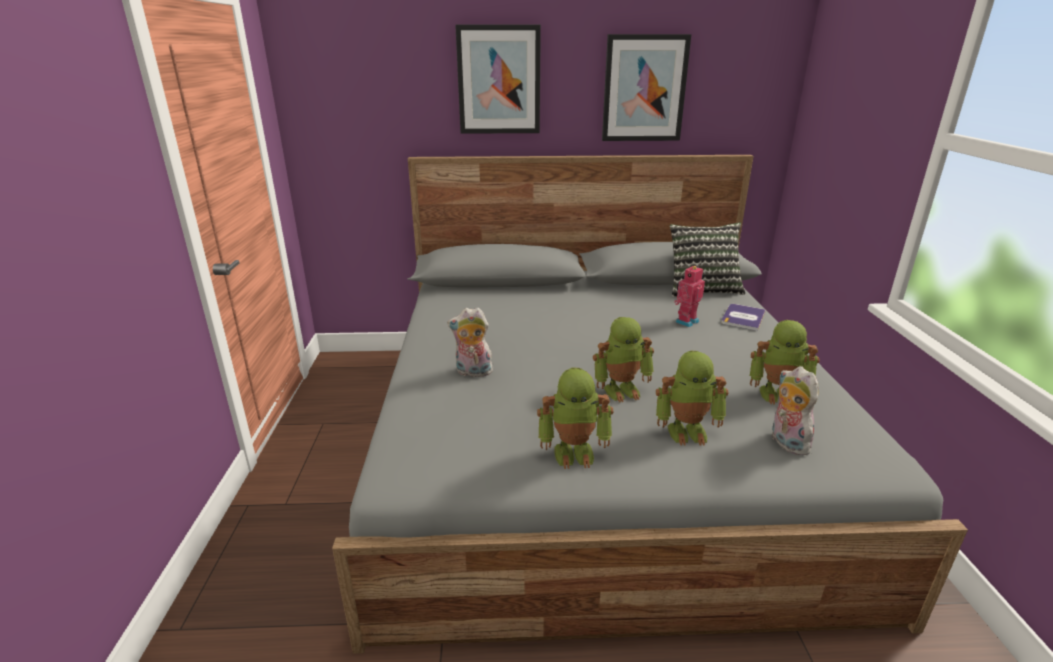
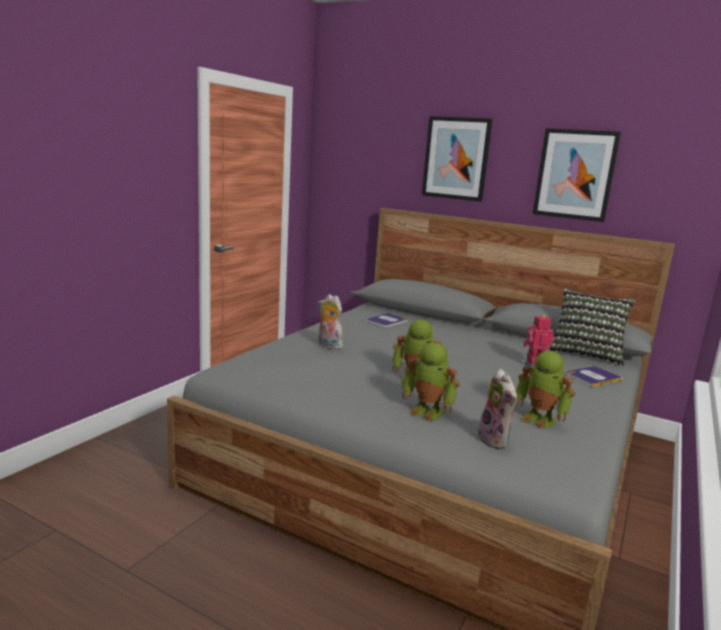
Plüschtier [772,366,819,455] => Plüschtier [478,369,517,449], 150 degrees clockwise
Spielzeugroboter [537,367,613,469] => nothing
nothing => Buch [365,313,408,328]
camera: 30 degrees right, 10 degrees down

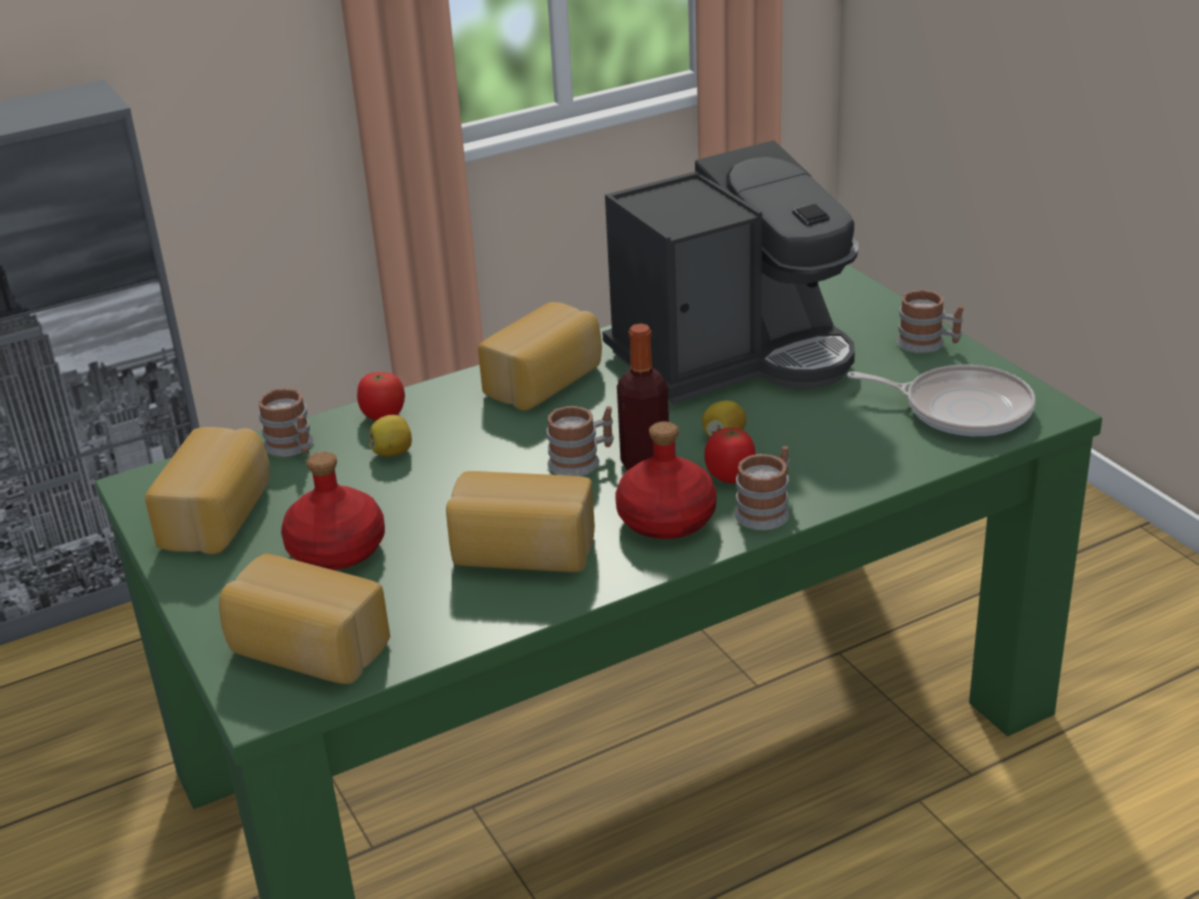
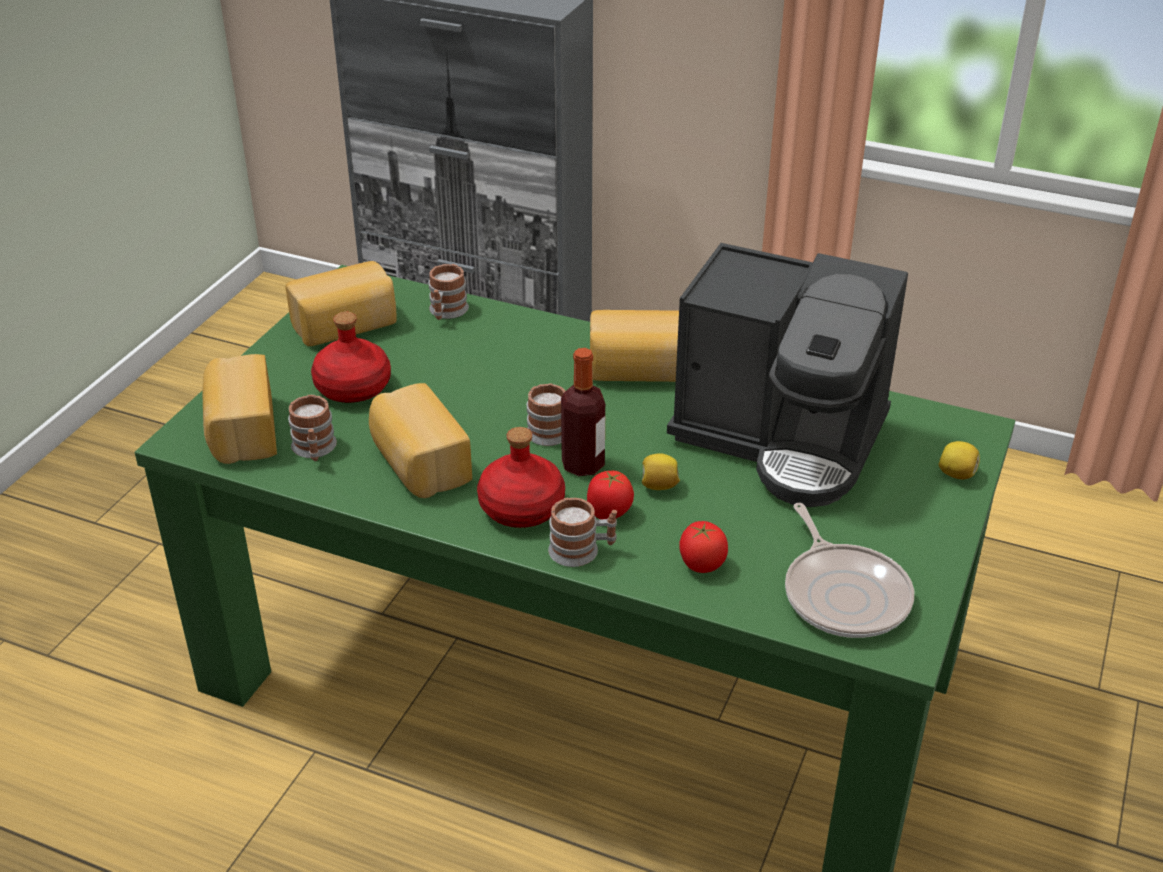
Henkelbecher [896,289,964,354] => Henkelbecher [288,395,337,461], moved
Tomate [357,372,405,420] => Tomate [679,521,728,573], moved
Zitrone [369,415,412,457] => Zitrone [938,441,980,479], moved
camera: 50 degrees right, 5 degrees up

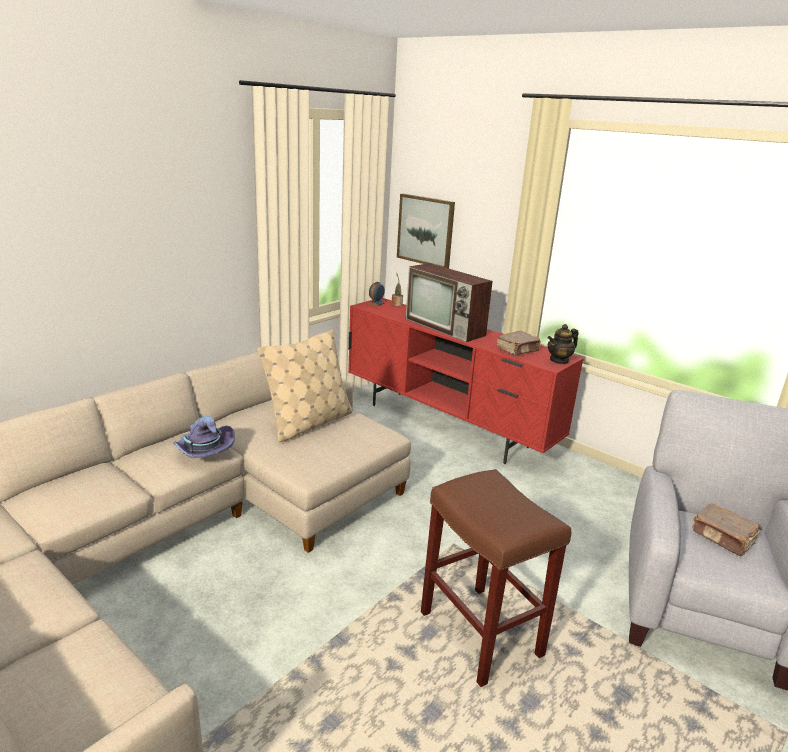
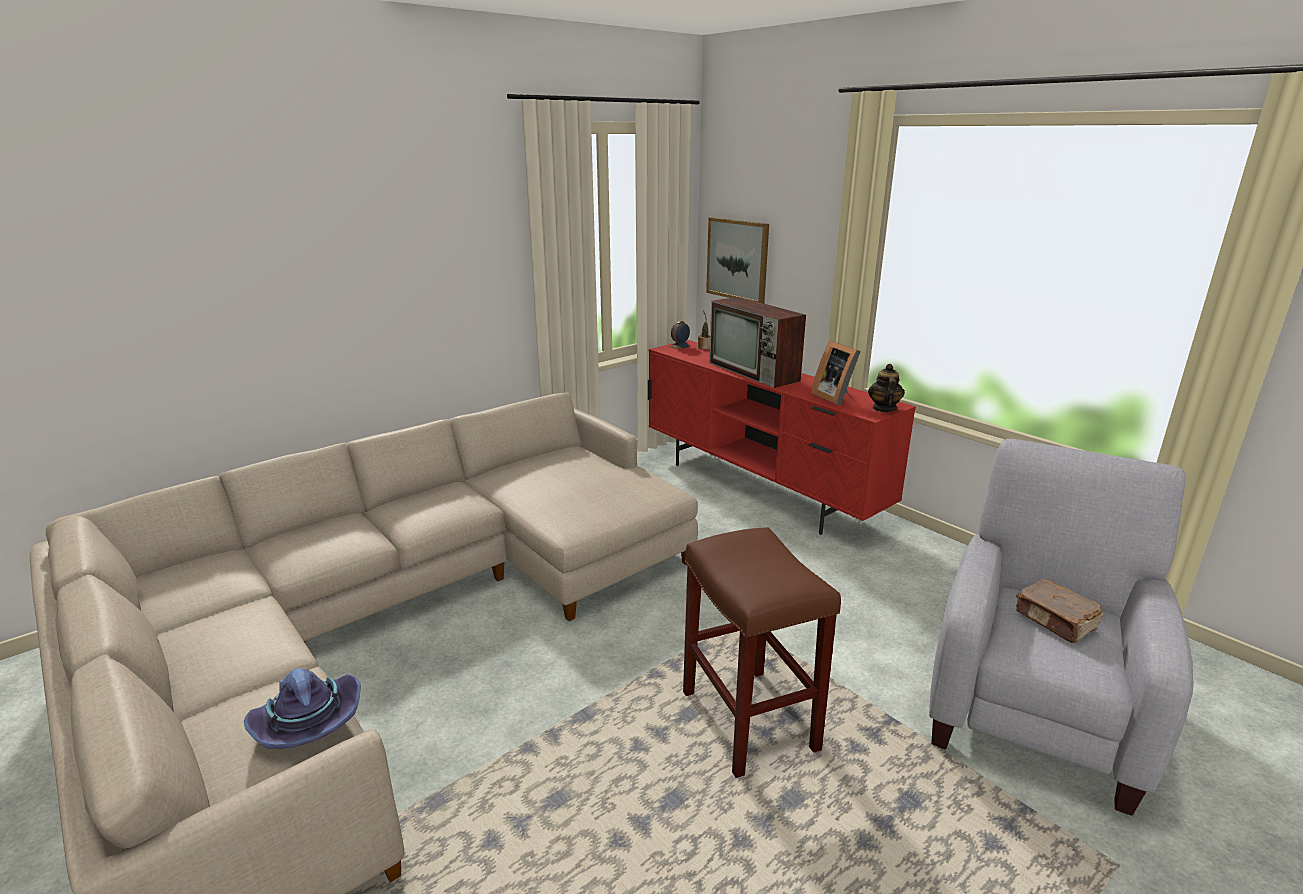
Teekanne [548,324,579,364] => Teekanne [868,364,905,412], 120 degrees clockwise
Kissen [beige] [258,330,352,442] => nothing
Buch [braun] [497,331,540,355] => Bilderrahmen [811,341,861,405]
Hut [lila] [173,416,235,458] => Hut [lila] [244,668,361,749], moved
camera: 10 degrees right, 0 degrees up

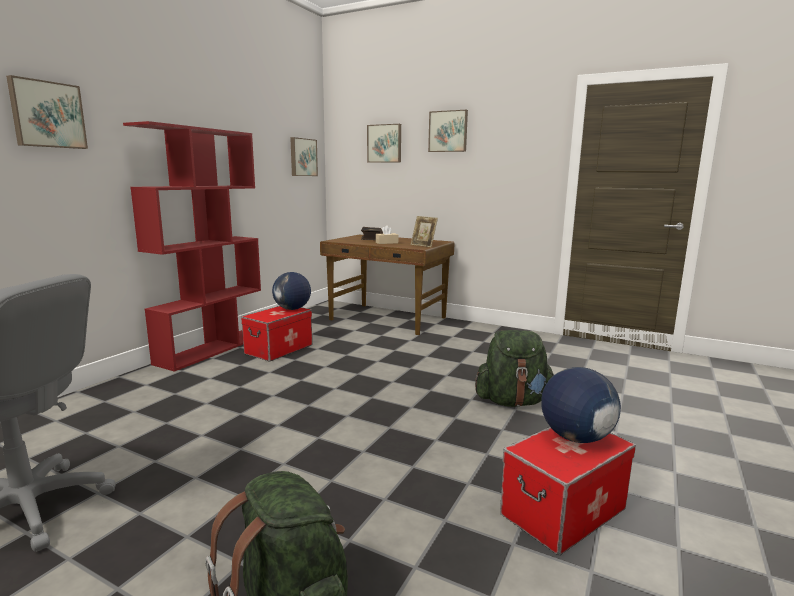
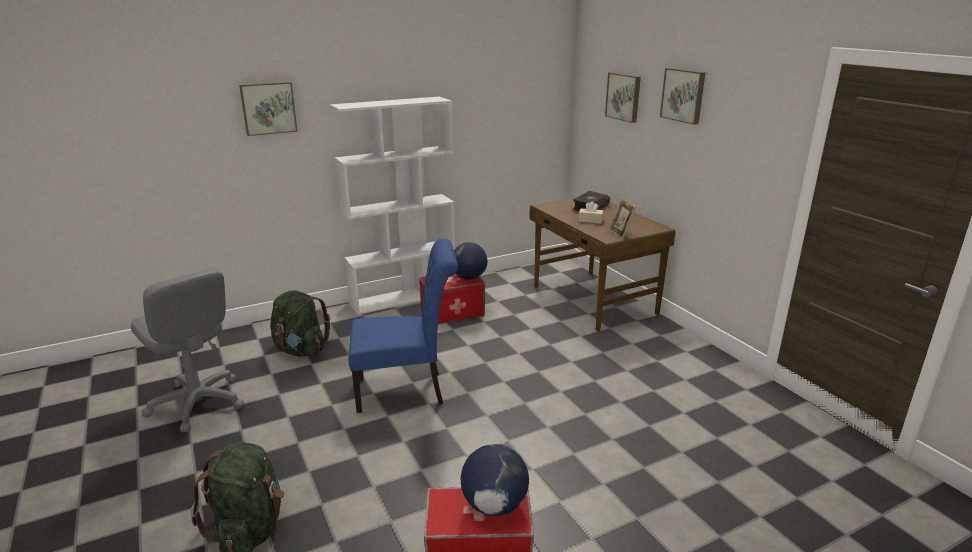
Bücherregal [rot] [123,121,261,372] => Bücherregal [weiß] [330,97,455,315]
Bild [290,137,318,176] => nothing
Rucksack [grün] [475,330,554,407] => Rucksack [grün] [270,291,330,357], moved
nothing => Stuhl [blau] [348,238,458,413]
camera: 35 degrees right, 10 degrees up

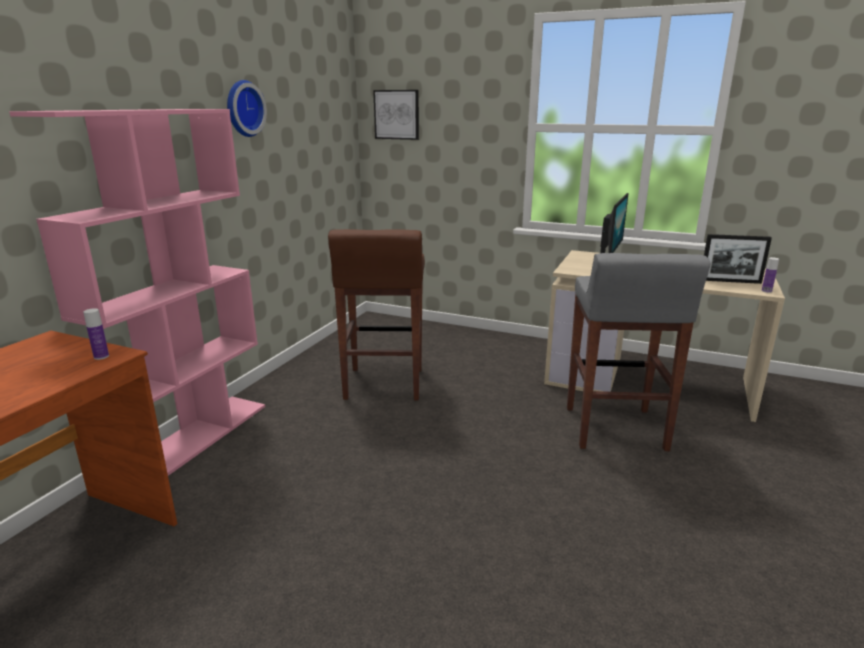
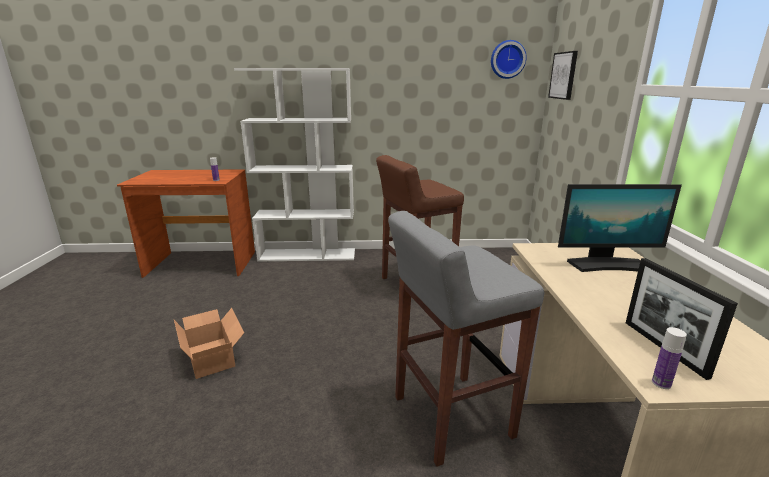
Wanduhr [227,80,267,137] => Wanduhr [491,40,526,79], moved
Bücherregal [rosa] [9,109,265,476] => Bücherregal [weiß] [234,68,355,262]
nothing => Karton [174,308,244,379]
camera: 65 degrees right, 0 degrees up

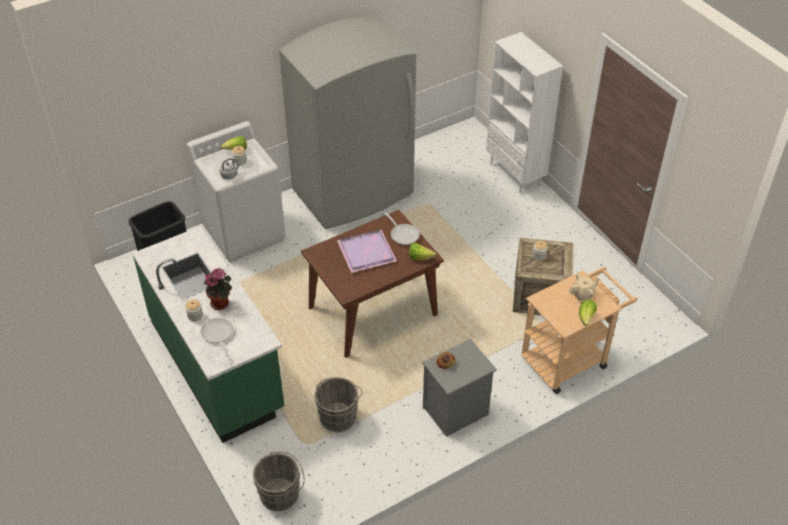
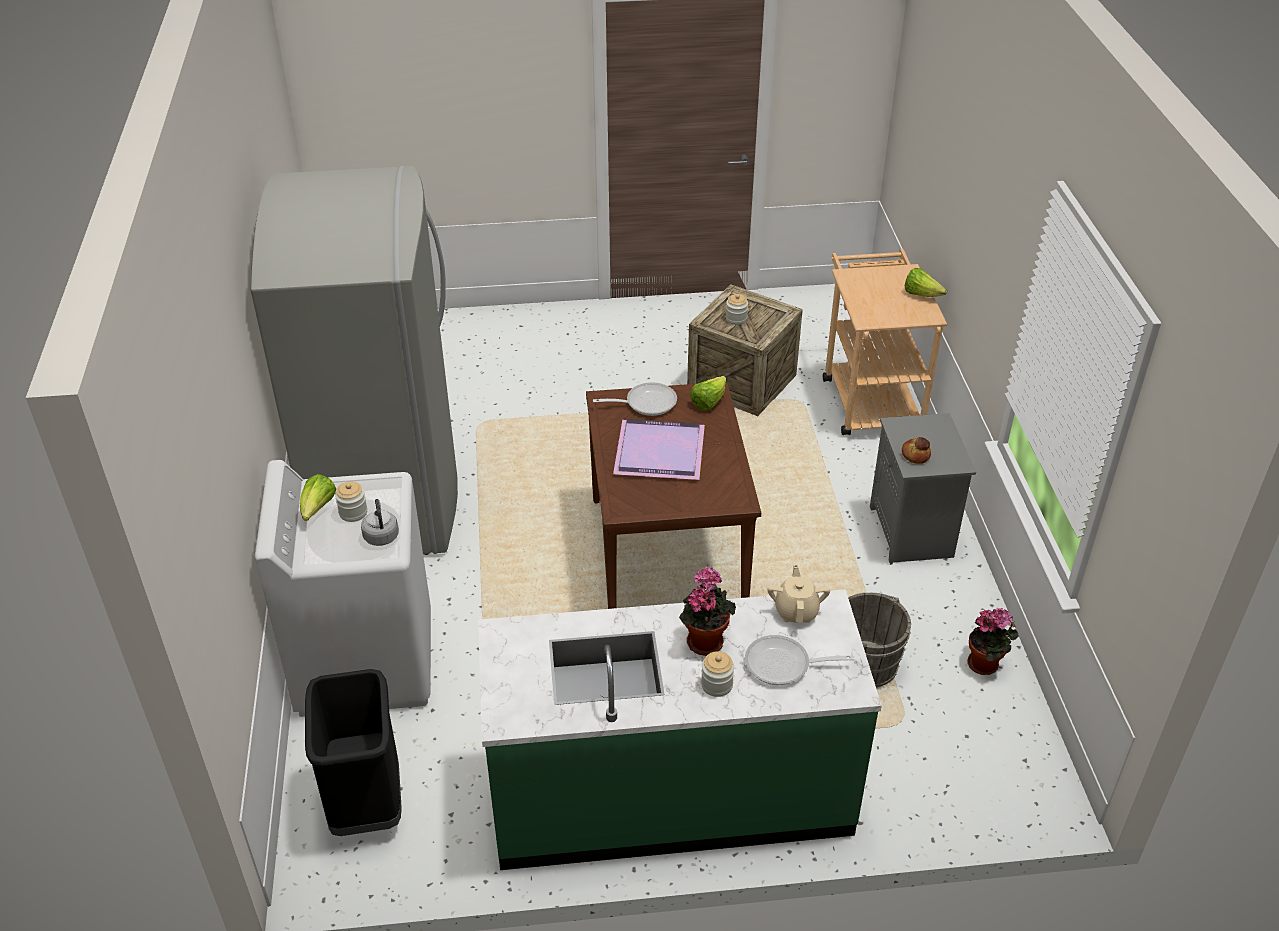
Bücherregal [weiß] [486,32,563,193] => nothing
Teekanne [beige] [569,273,600,301] => Teekanne [beige] [768,565,830,623], moved
Eimer [grau] [253,452,305,511] => nothing
nothing => Topfpflanze [968,608,1019,675]
camera: 65 degrees left, 5 degrees down

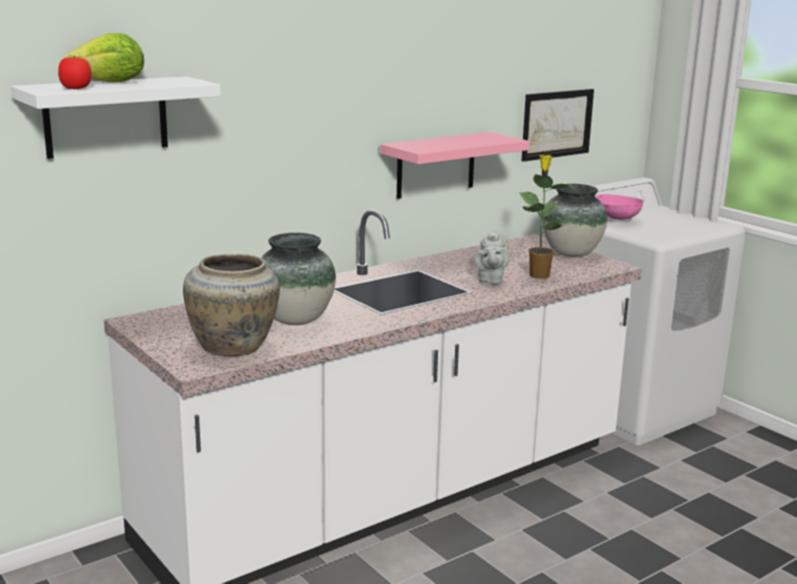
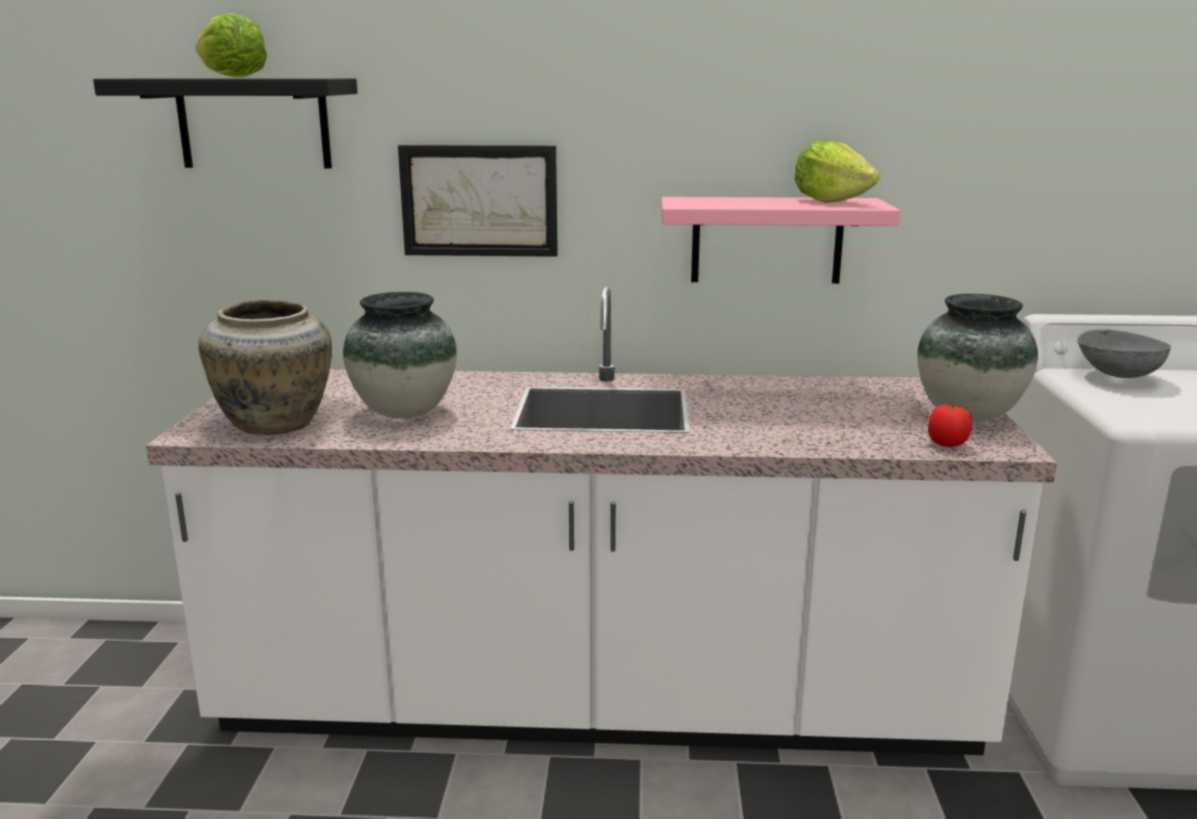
Tomate [58,56,92,89] => Tomate [928,404,972,447], moved
Wandregal [weiß] [11,76,221,159] => Wandregal [schwarz] [93,78,358,168]
Bild [522,89,594,162] => Bild [398,145,558,257], moved
Topfpflanze [519,155,575,279] => nothing
Schüssel [rosa] [595,194,643,220] => Schüssel [grau] [1076,329,1171,378]
Teekanne [grau] [474,231,510,285] => nothing
nothing => Salatkopf [794,140,880,203]
camera: 40 degrees right, 0 degrees up

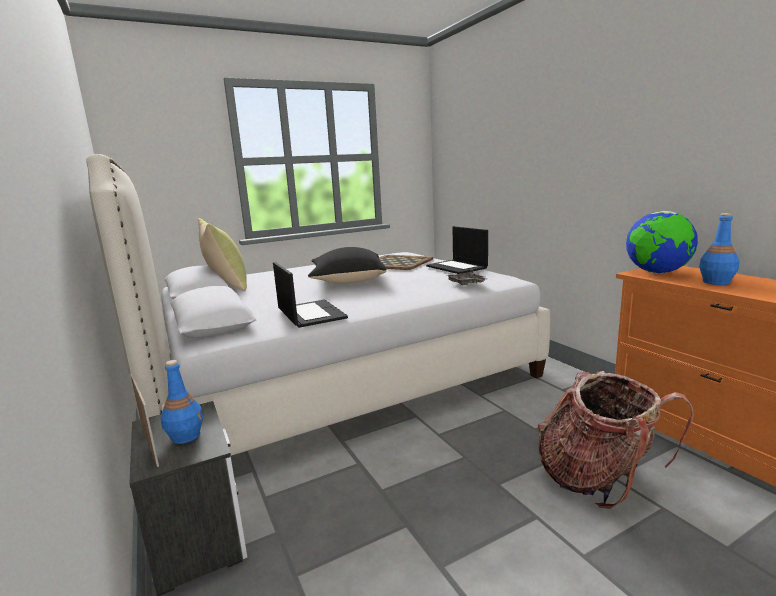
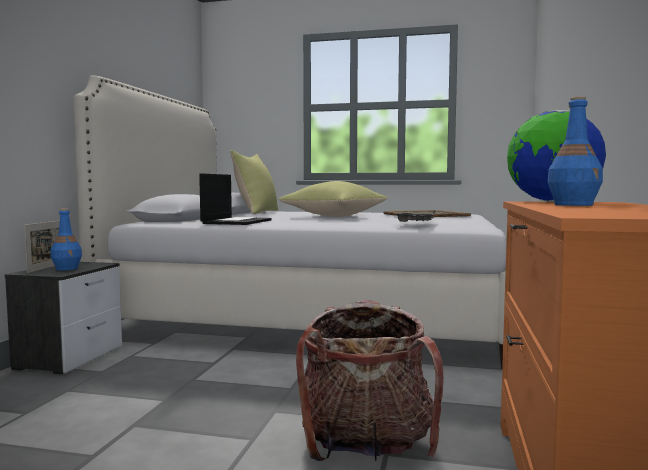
Laptop [426,226,488,274] => nothing
Kissen [schwarz] [308,247,387,283] => Kissen [gelb] [279,181,388,217]
camera: 40 degrees right, 10 degrees down

